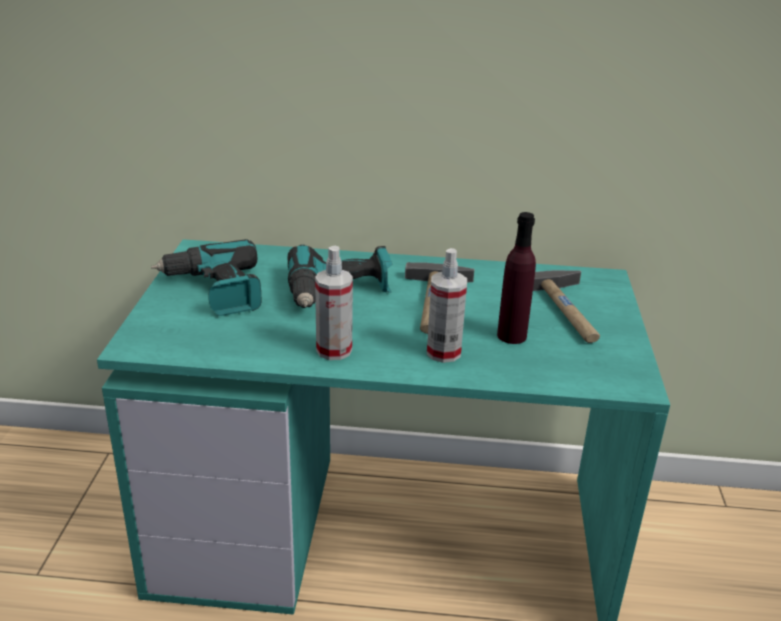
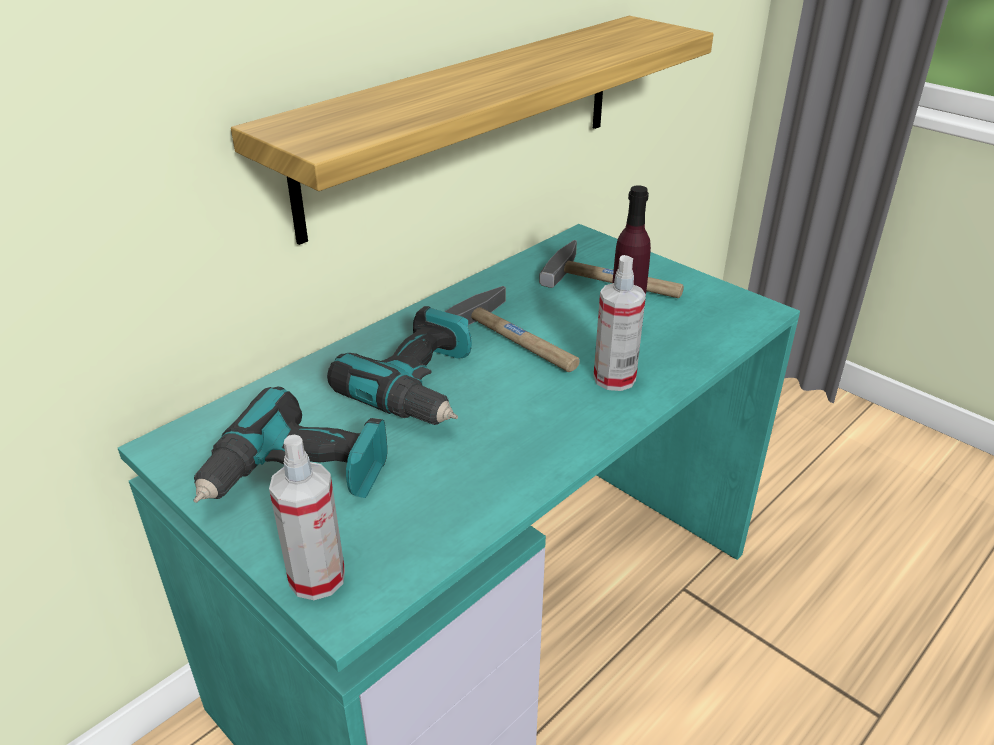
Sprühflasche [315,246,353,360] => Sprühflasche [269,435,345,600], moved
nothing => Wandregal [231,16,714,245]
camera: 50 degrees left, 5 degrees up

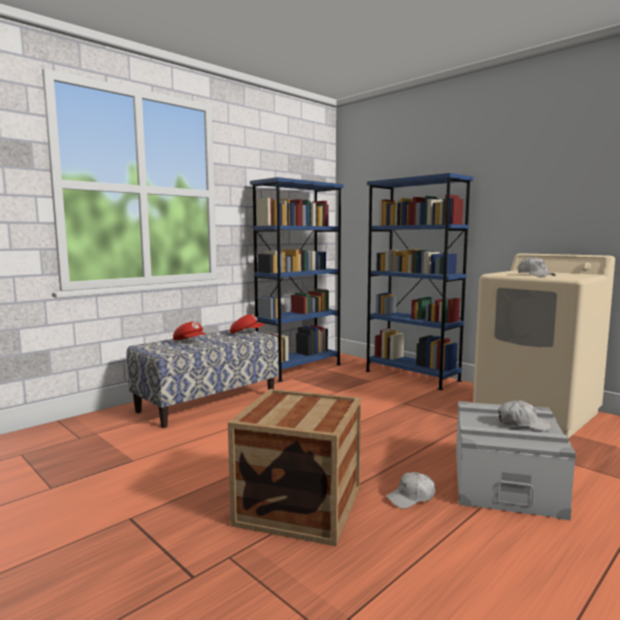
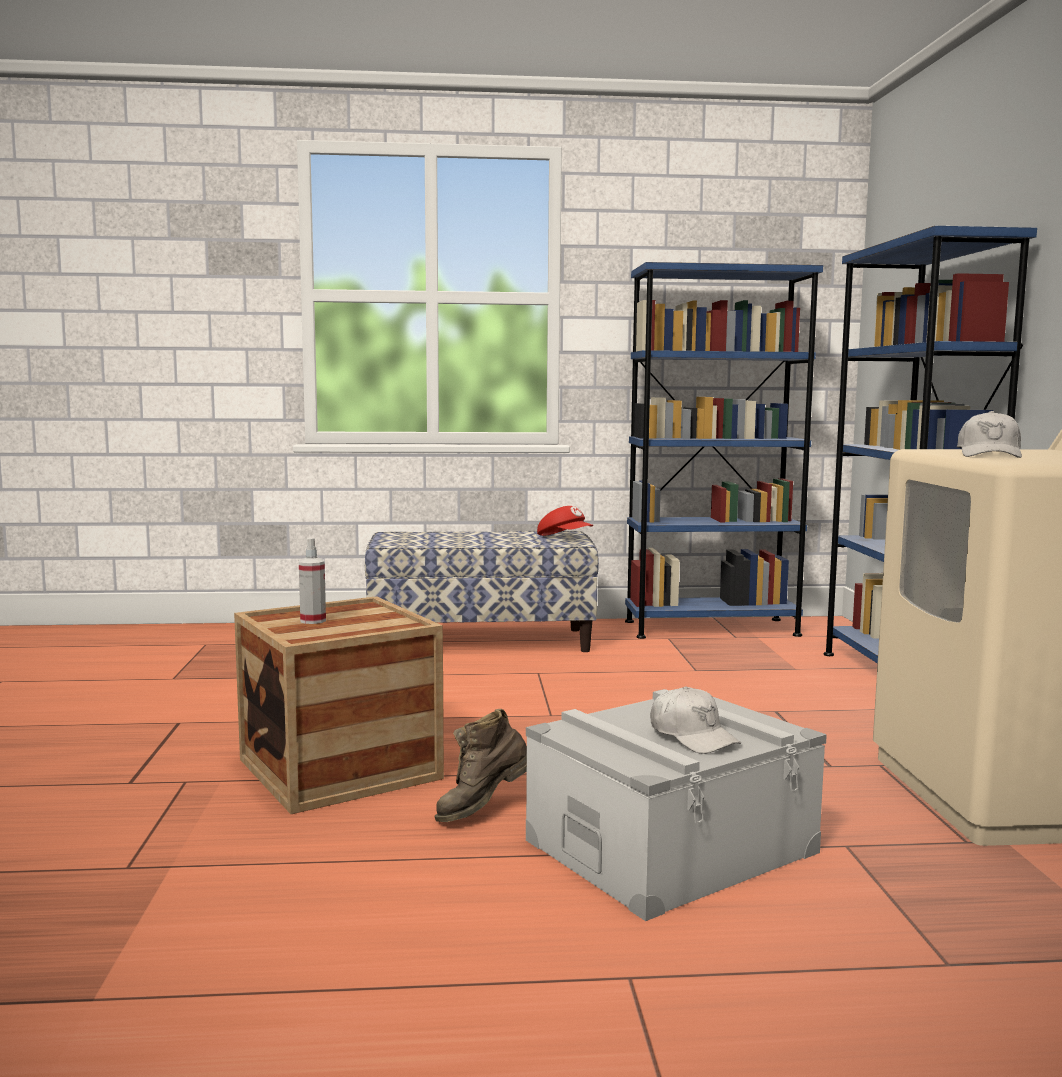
Kappe [rot] [173,322,207,340] => nothing
Kappe [weiß] [386,472,435,509] => Stiefel [braun] [434,709,527,822]
nothing => Sprühflasche [299,538,326,624]
camera: 40 degrees right, 0 degrees up

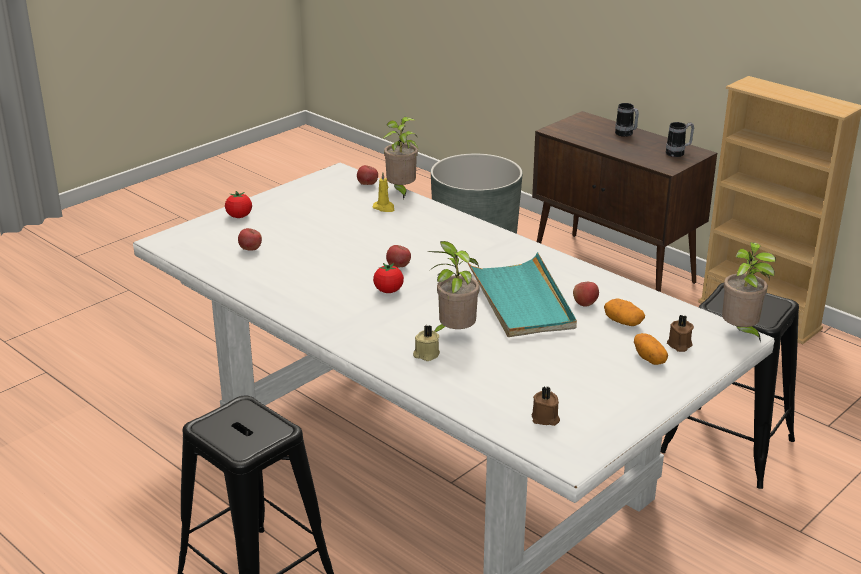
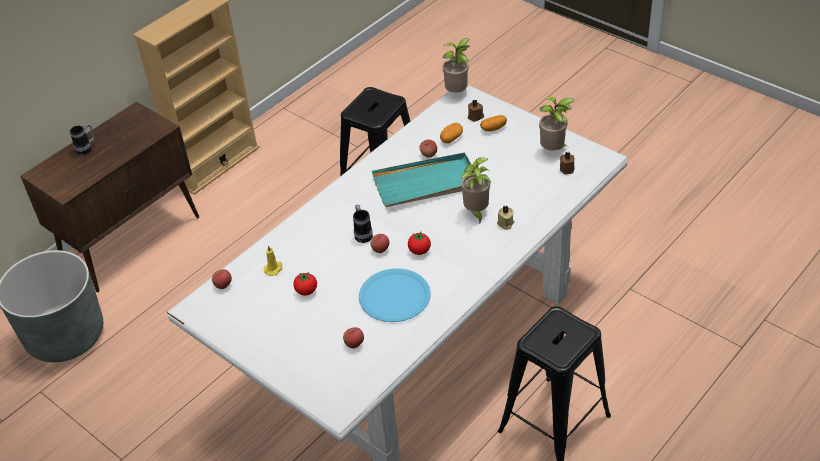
Topfpflanze [383,117,418,199] => Topfpflanze [539,97,574,150], moved
Henkelbecher [666,122,694,157] => Henkelbecher [353,205,373,243], moved
Tomate [225,191,252,218] => Tomate [293,272,317,296], moved
nothing => Teller [blau] [359,268,431,322]
camera: 90 degrees left, 15 degrees up

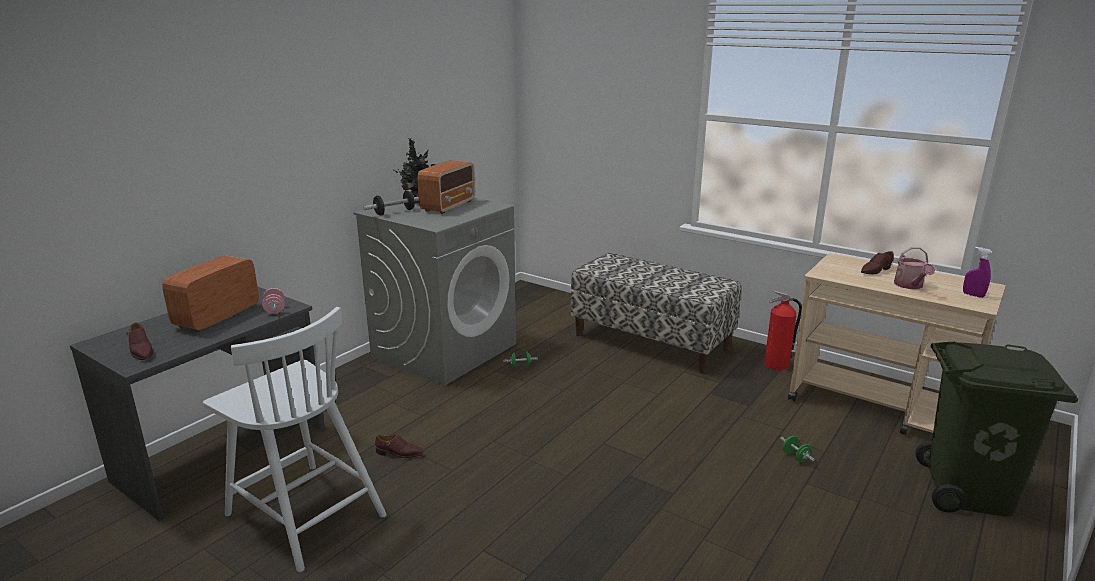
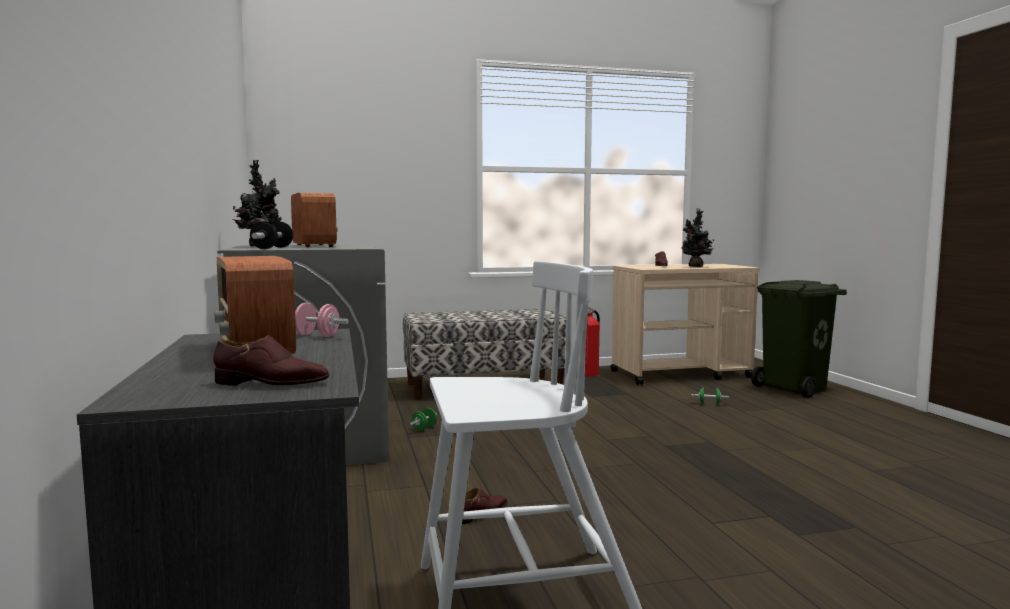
Gießkanne [894,247,935,289] => Topfpflanze [681,208,714,267]
Sprühflasche [lila] [963,247,992,298] => nothing
camera: 50 degrees left, 15 degrees down

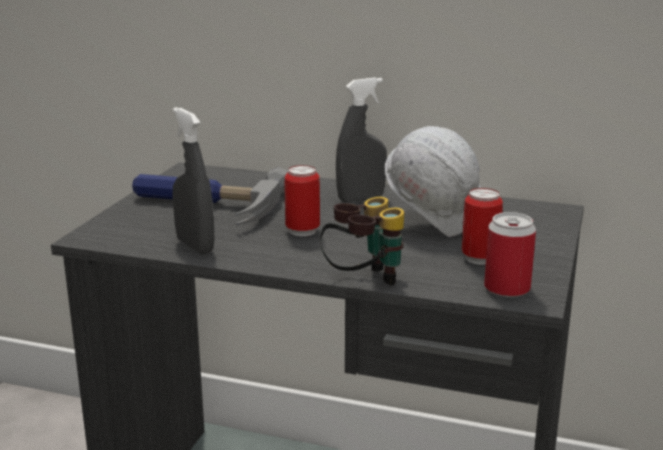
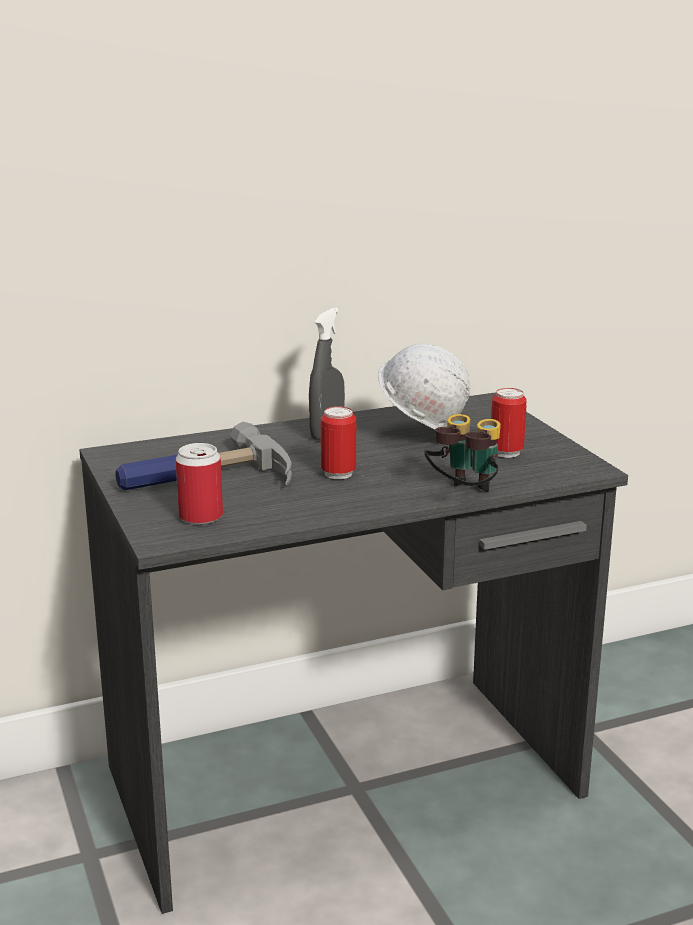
Sprühflasche [grau] [172,107,214,254] => nothing
Dose [484,212,536,297] => Dose [176,443,223,525], moved
camera: 40 degrees left, 0 degrees up

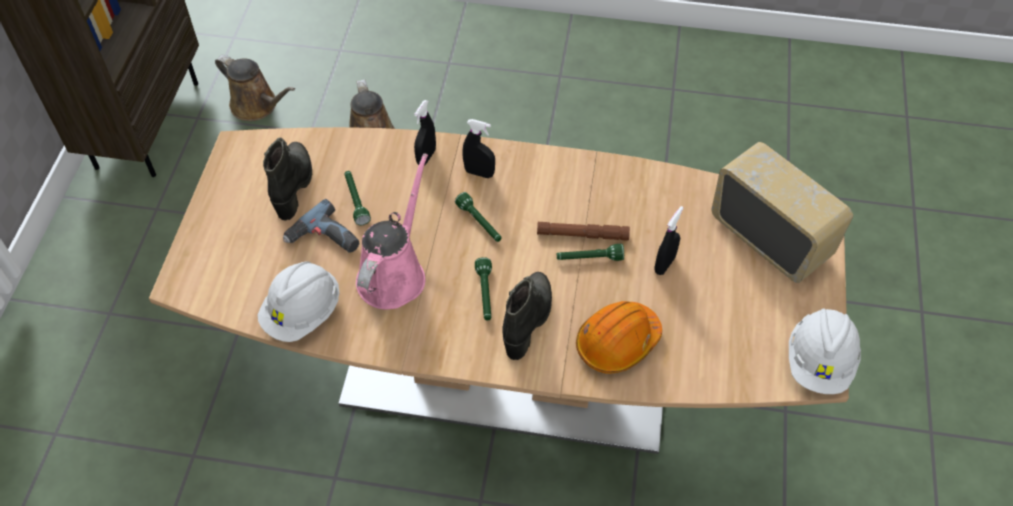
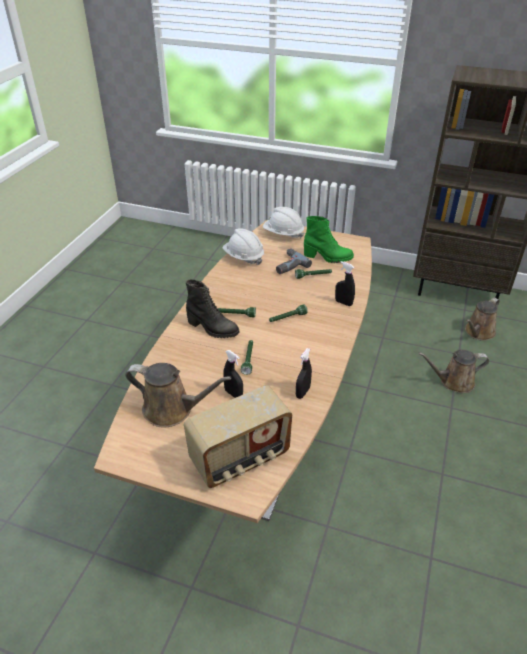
Sprühflasche [schwarz] [462,119,495,178] => Sprühflasche [schwarz] [296,348,312,399], moved
Stiefel [schwarz] [263,138,312,221] => Stiefel [grün] [304,216,354,263]
Gießkanne [rosa] [356,153,428,309] => nothing
Taschenlampe [braun] [537,222,630,241] => nothing
Schutzhelm [orange] [576,301,662,374] => nothing
Schutzhelm [weiß] [789,308,861,394] => Schutzhelm [weiß] [263,207,304,238], moved
nothing => Gießkanne [braun] [125,363,231,428]
camera: 100 degrees right, 15 degrees down

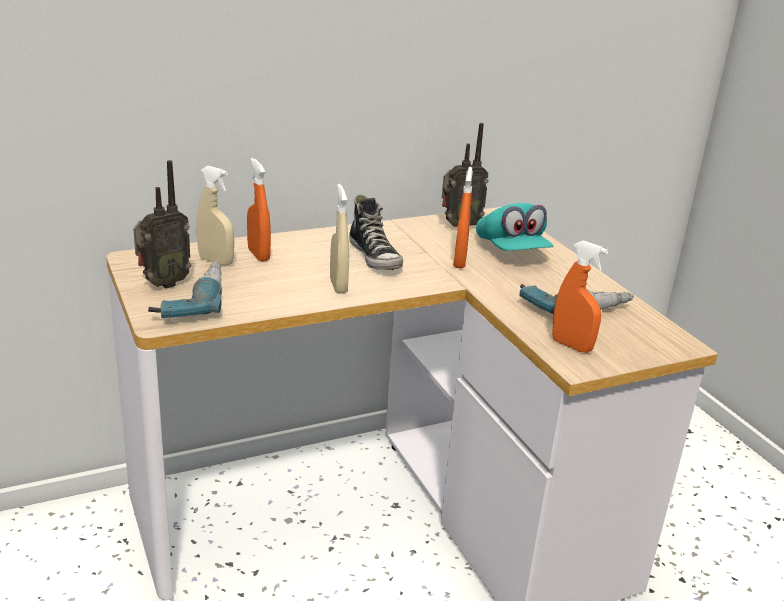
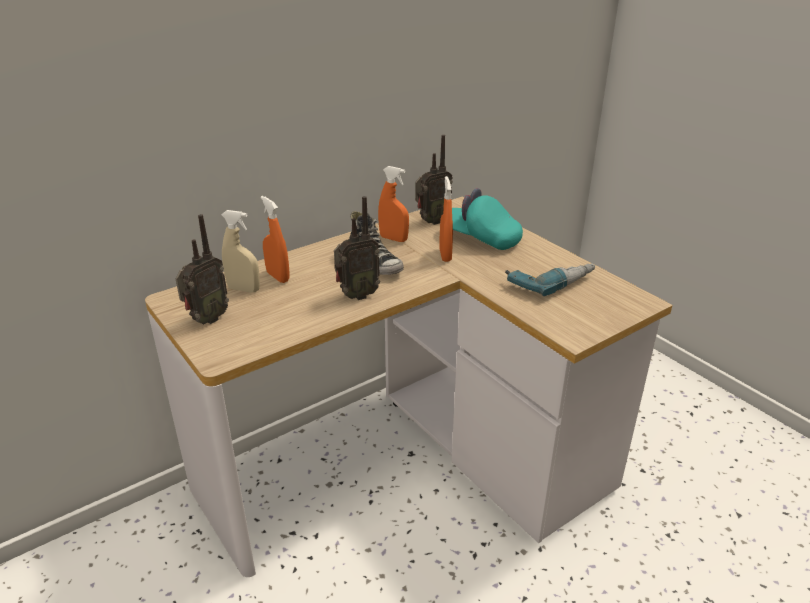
Sprühflasche [beige] [330,184,349,294] => Radio [334,196,380,300]
Kappe [türkis] [476,203,554,251] => Kappe [türkis] [452,188,523,250], 150 degrees clockwise
Sprühflasche [orange] [552,240,608,353] => Sprühflasche [orange] [378,166,409,242], moved
Bohrmaschine [148,261,222,318] => nothing
camera: 10 degrees left, 5 degrees up

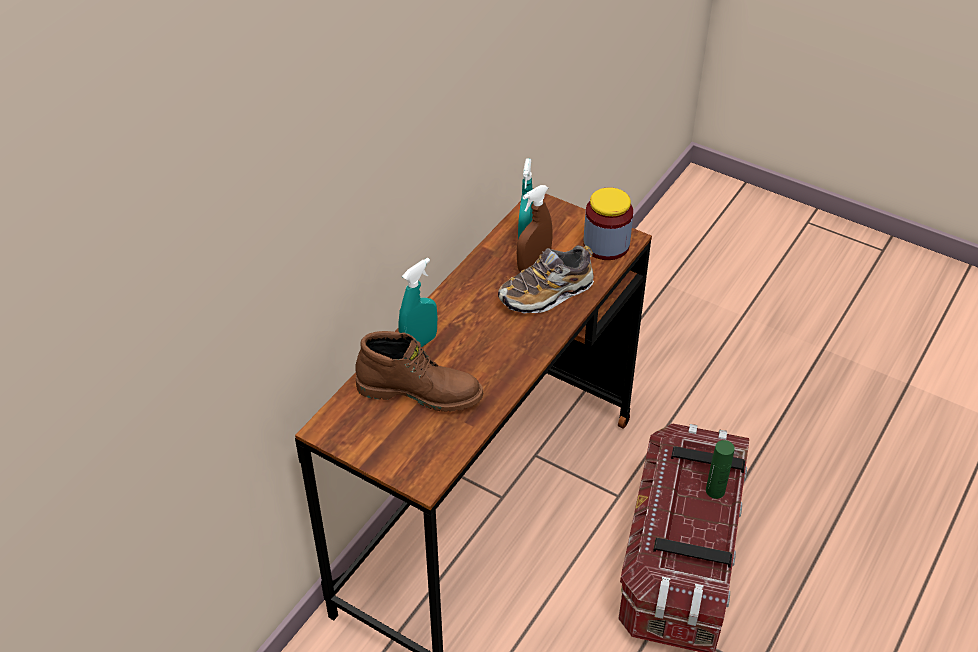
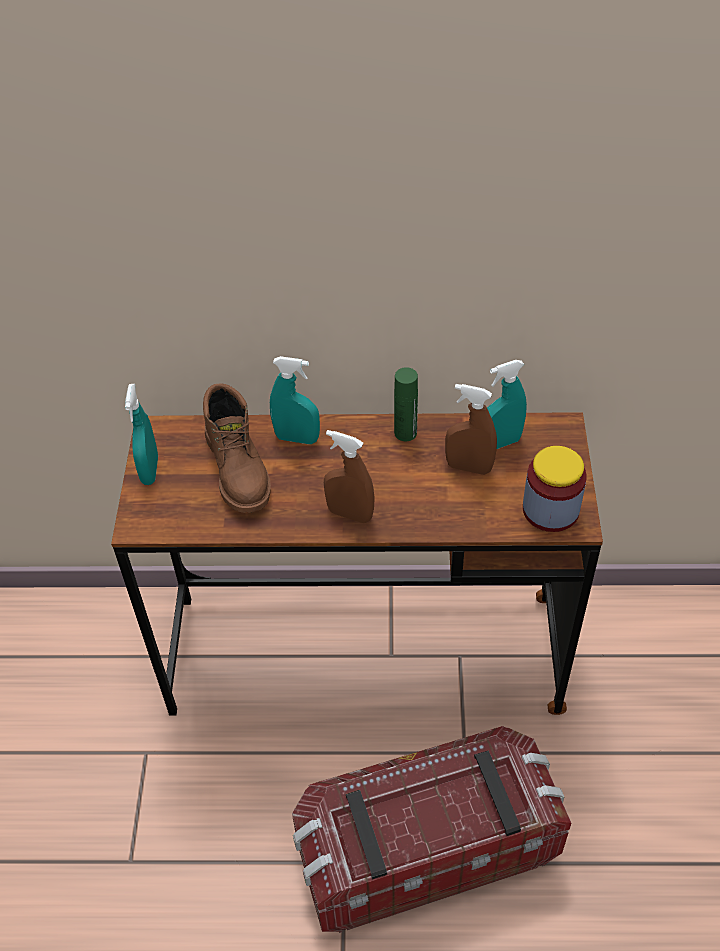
Schuh [498,245,594,313] => nothing
Flasche [grün] [706,440,735,499] => Flasche [grün] [394,367,418,441], moved
nothing => Sprühflasche [türkis] [125,384,158,485]
nothing => Sprühflasche [braun] [324,430,375,523]
camera: 60 degrees right, 5 degrees up

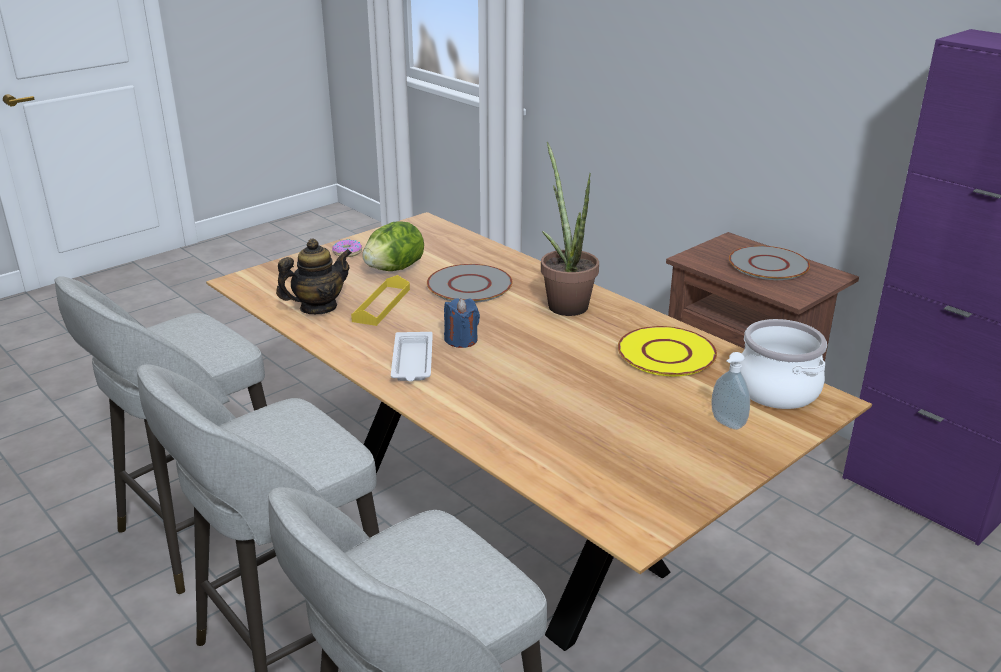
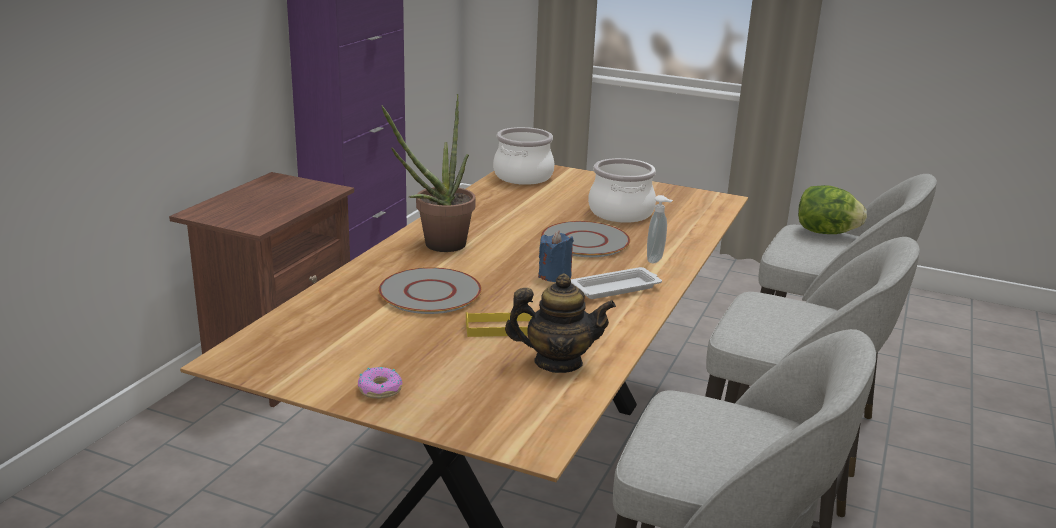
Salatkopf [362,221,424,271] => Salatkopf [798,185,867,234], moved
Teekanne [276,238,352,314] => Teekanne [505,274,616,373], 150 degrees clockwise
Teller [grau] [729,246,810,280] => Teller [grau] [541,221,630,257], moved
Teller [gelb] [618,326,717,376] => nothing
Seifenspender [711,352,750,430] => Seifenspender [647,195,673,263], moved
nothing => Kochtopf [588,158,656,223]
camera: 115 degrees left, 5 degrees down

